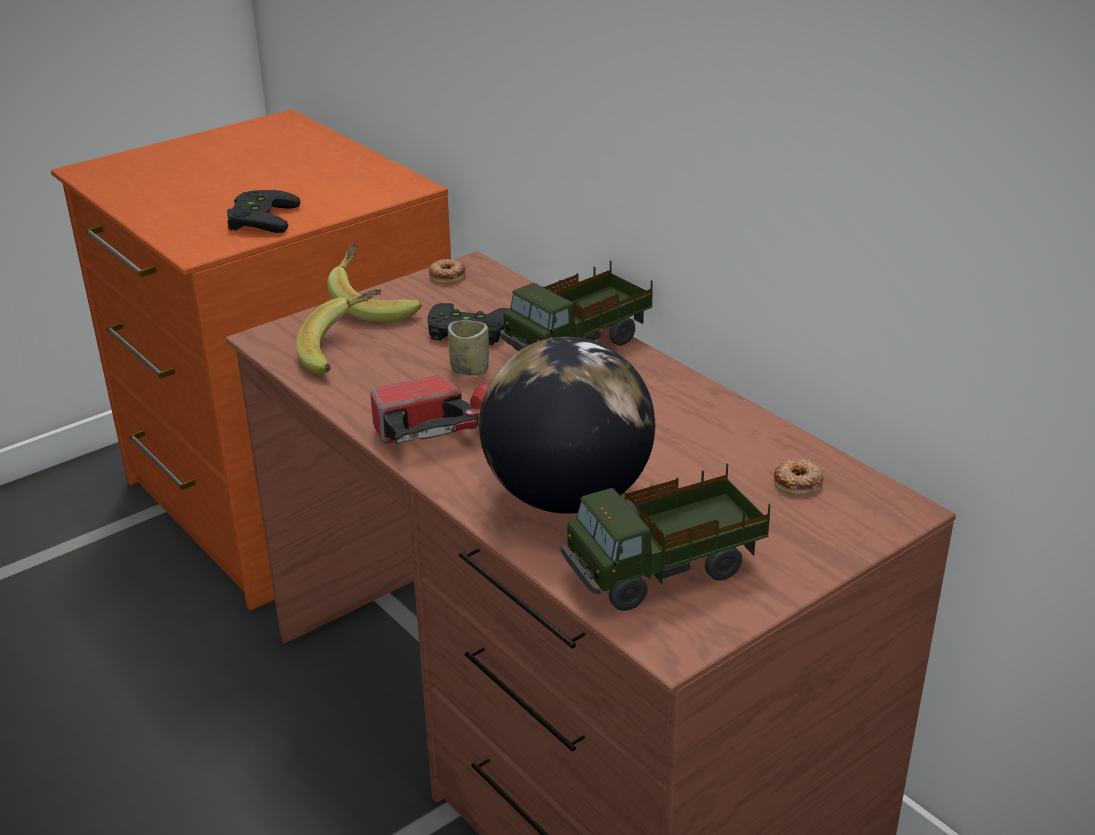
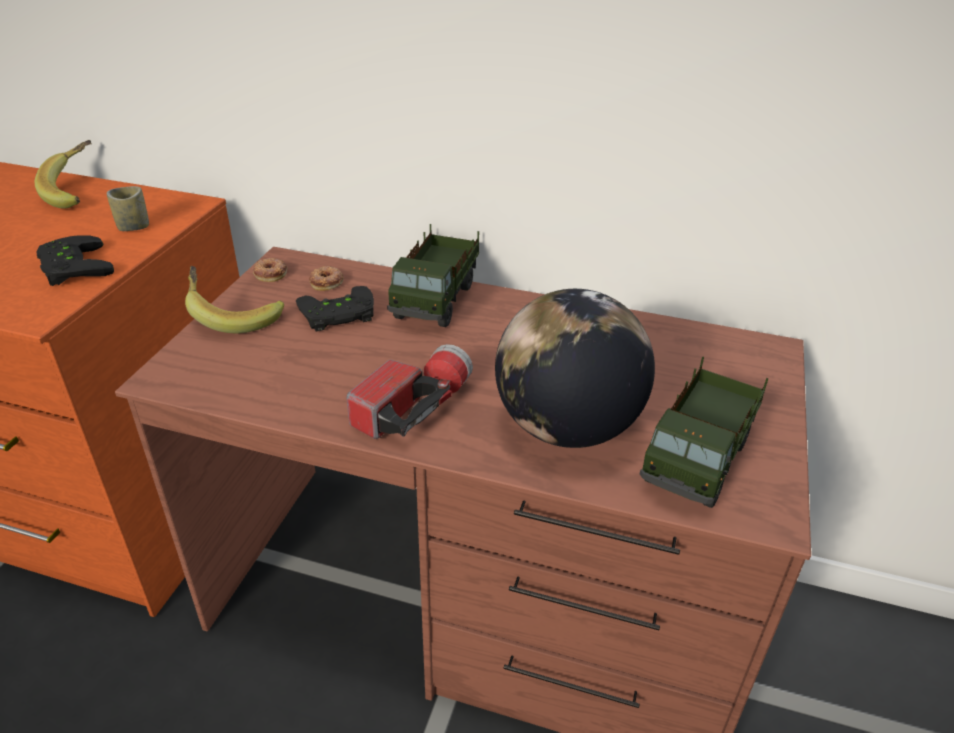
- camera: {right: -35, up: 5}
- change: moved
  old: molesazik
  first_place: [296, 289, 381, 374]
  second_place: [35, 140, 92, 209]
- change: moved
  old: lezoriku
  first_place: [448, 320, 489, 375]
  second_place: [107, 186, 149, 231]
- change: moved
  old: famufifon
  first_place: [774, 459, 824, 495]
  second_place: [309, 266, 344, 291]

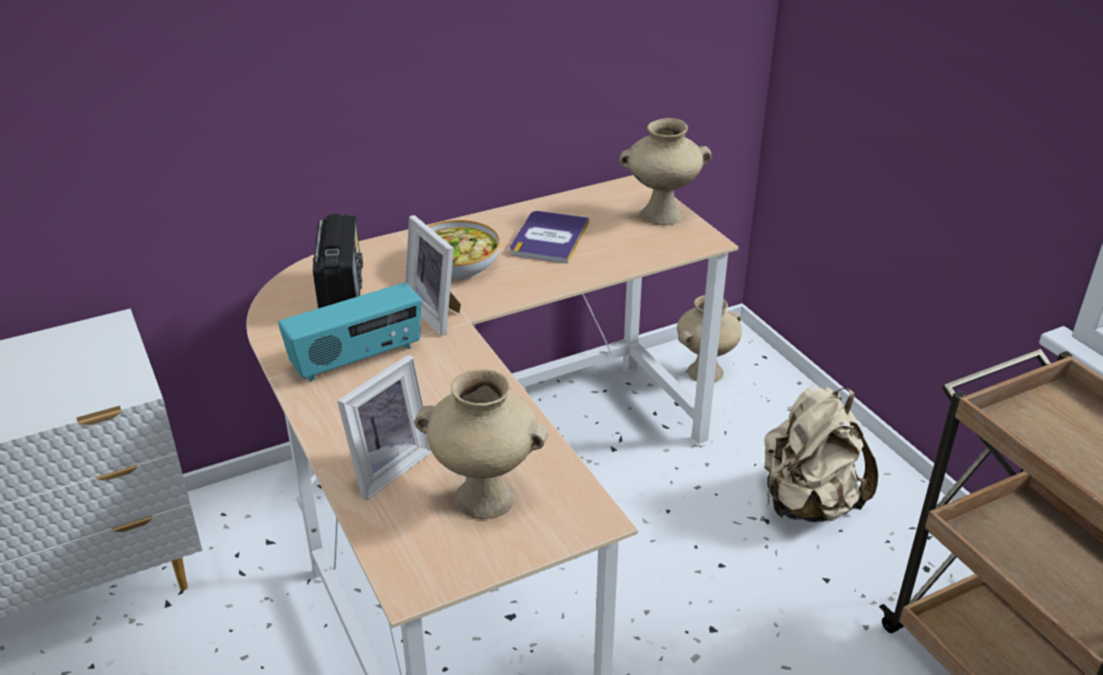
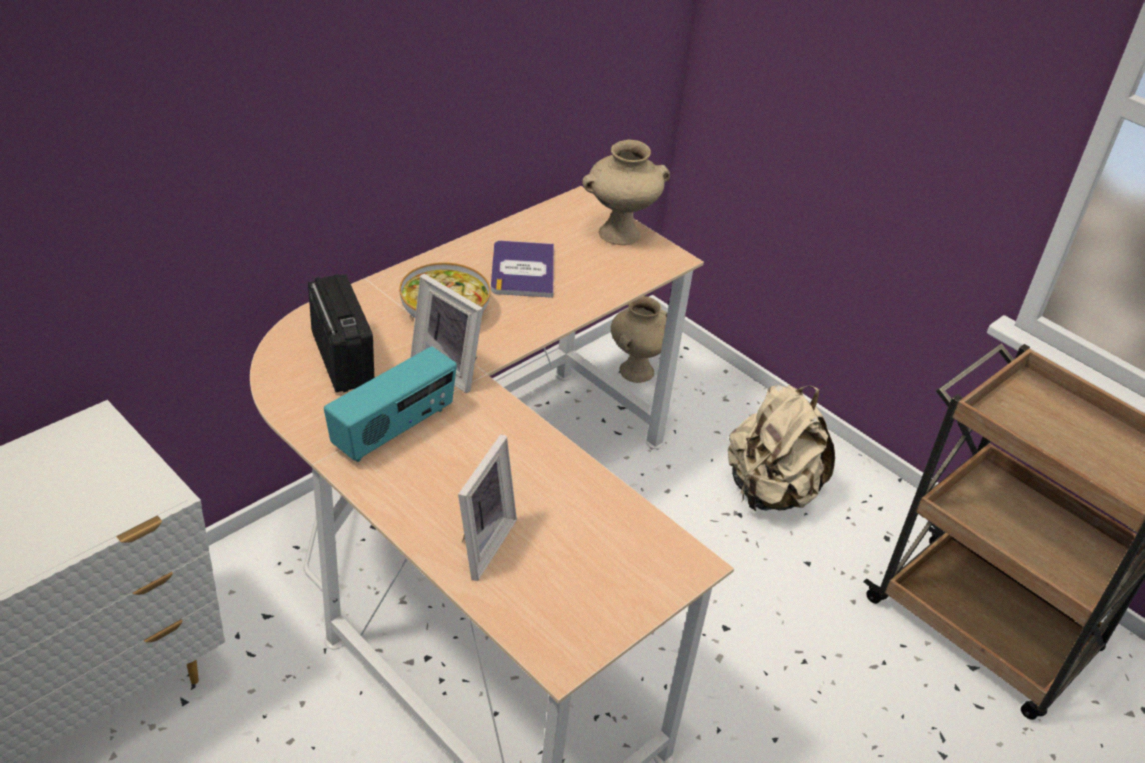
- camera: {right: -20, up: 5}
- change: removed
  old: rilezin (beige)
  first_place: [414, 369, 548, 519]

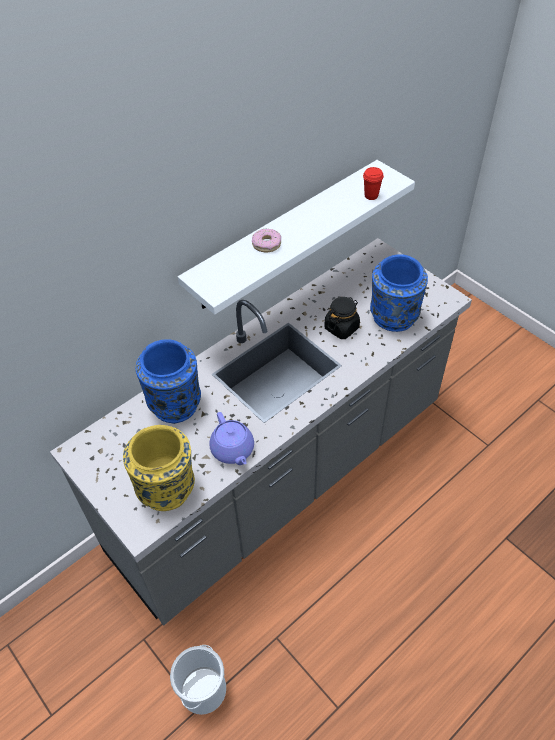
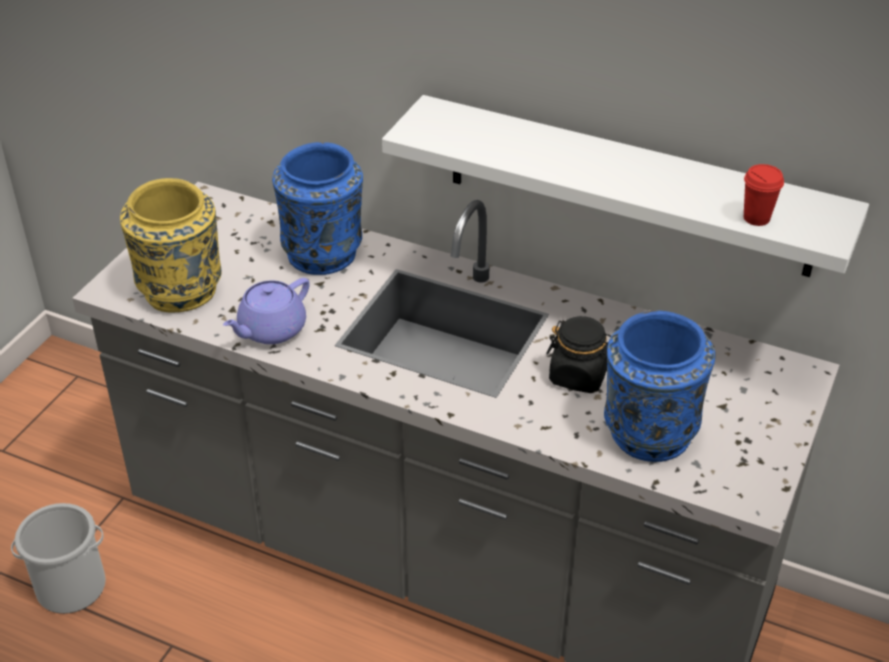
- camera: {right: 65, up: -10}
- change: removed
  old: famufifon
  first_place: [252, 228, 281, 252]

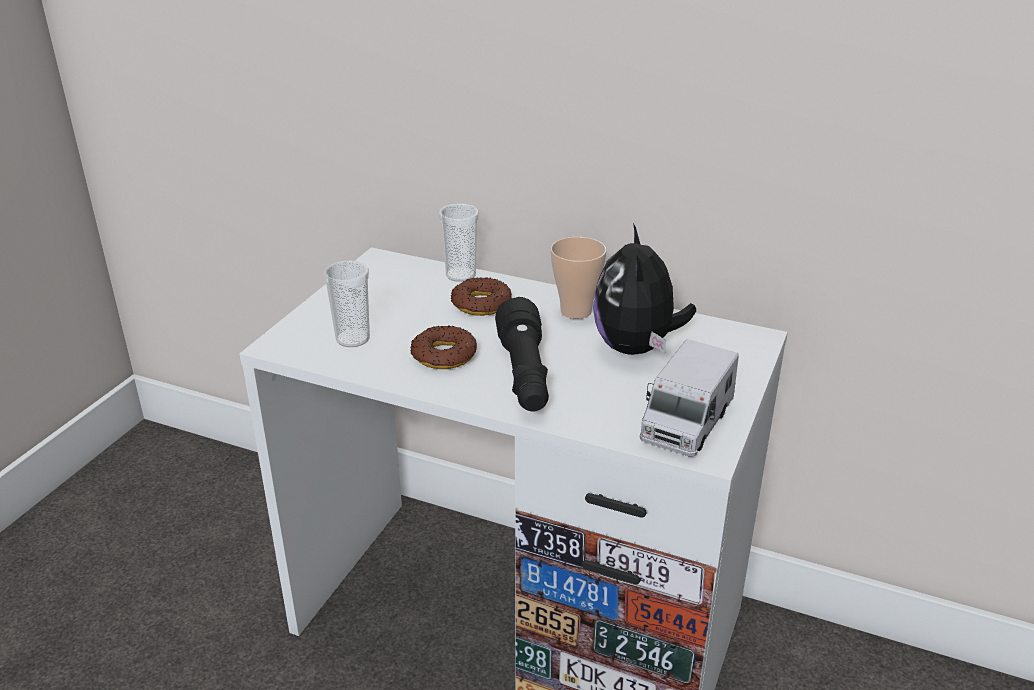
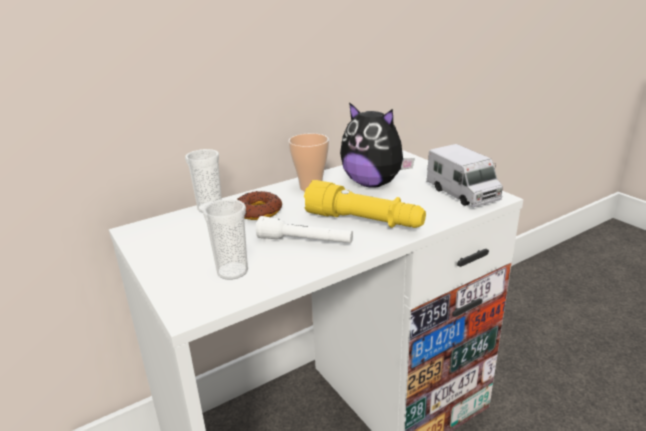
- camera: {right: -55, up: -5}
- change: replaced
  old: famufifon
  new: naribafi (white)
  first_place: [410, 325, 477, 369]
  second_place: [256, 216, 353, 243]
- change: recoloured
  old: naribafi (black)
  new: naribafi (yellow)
  first_place: [495, 297, 549, 411]
  second_place: [304, 180, 426, 228]

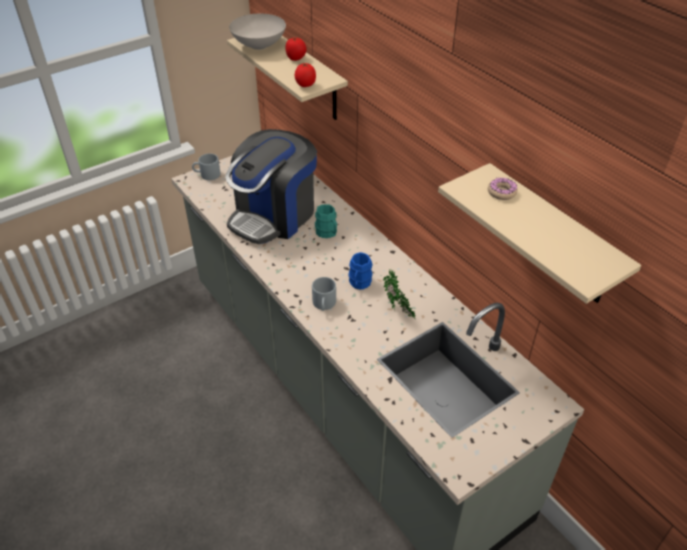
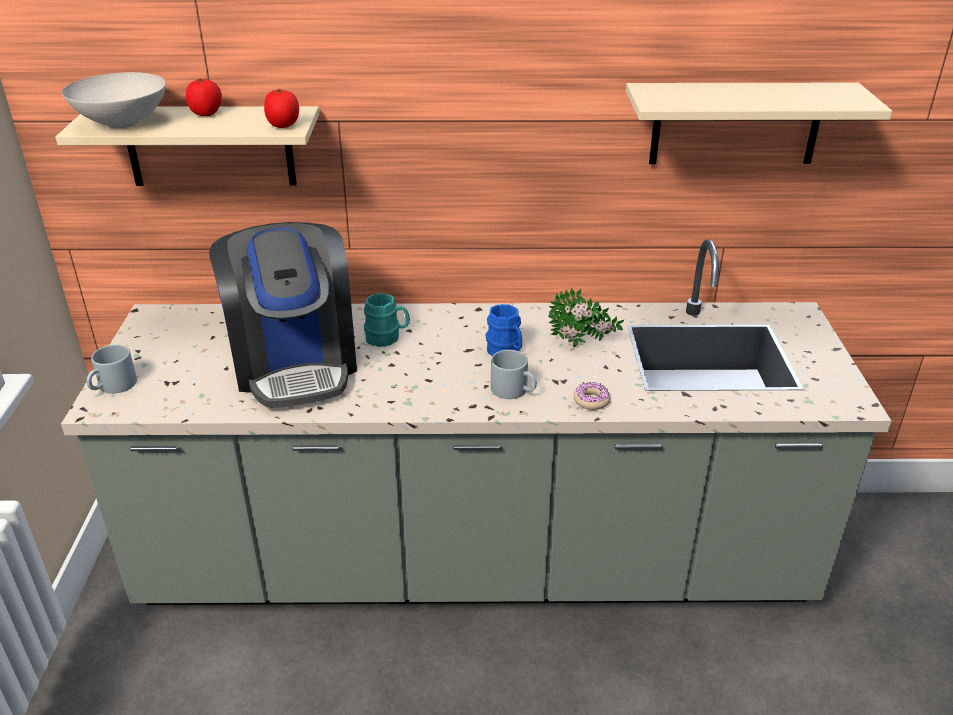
- camera: {right: -55, up: -10}
- change: moved
  old: famufifon
  first_place: [488, 177, 518, 200]
  second_place: [574, 382, 610, 410]

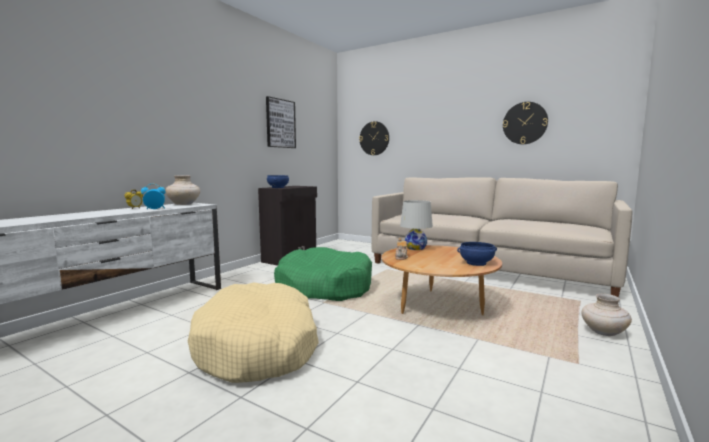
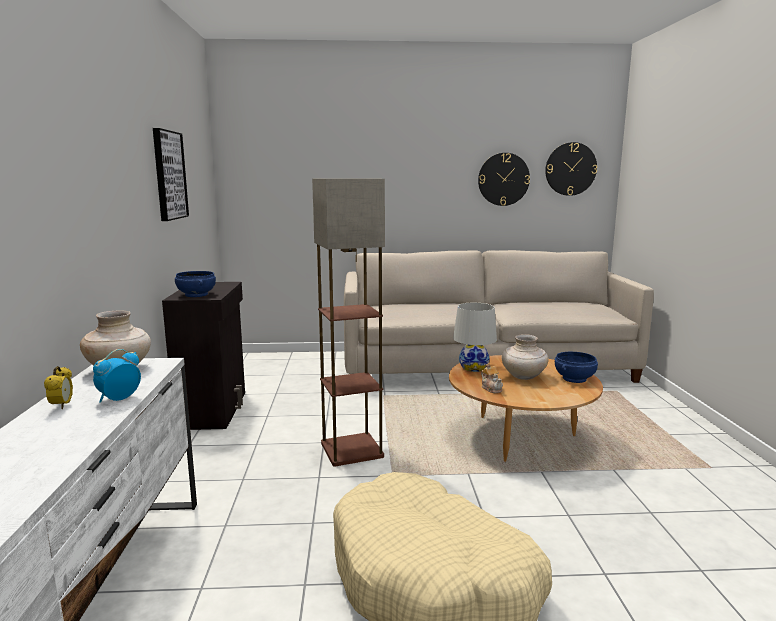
- camera: {right: -35, up: 5}
- change: moved
  old: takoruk
  first_place: [359, 121, 389, 155]
  second_place: [545, 142, 597, 196]
- change: moved
  old: rilezin (beige)
  first_place: [581, 294, 632, 336]
  second_place: [501, 334, 549, 380]
- change: replaced
  old: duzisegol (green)
  new: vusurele
  first_place: [274, 247, 372, 301]
  second_place: [312, 179, 385, 467]

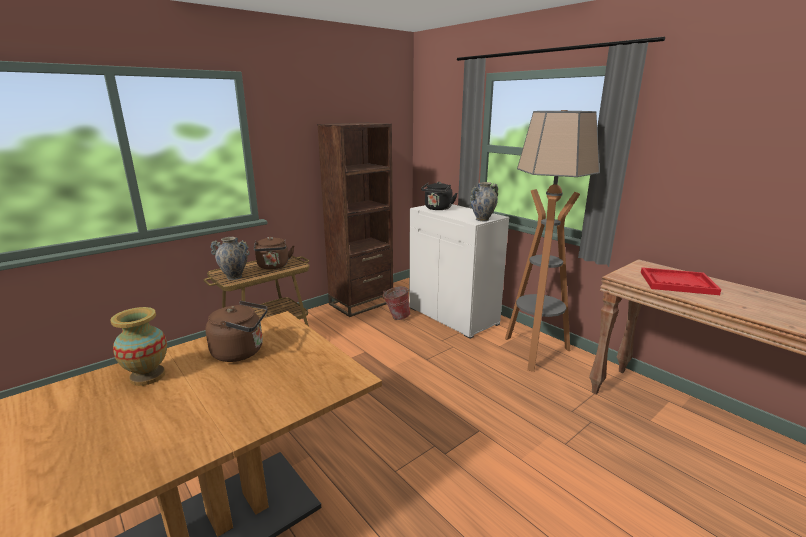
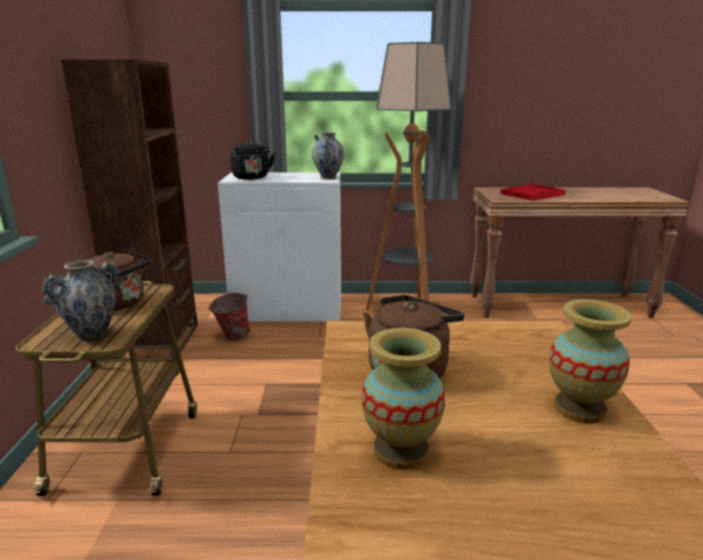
- camera: {right: -50, up: 0}
- change: added
  new: rilezin
  second_place: [549, 299, 632, 424]

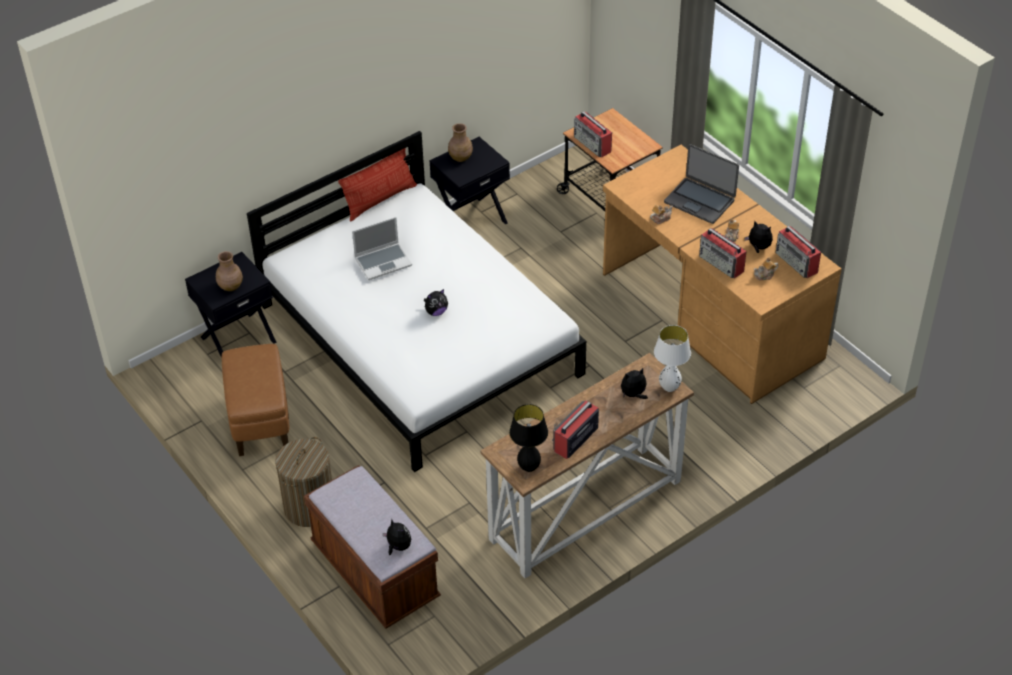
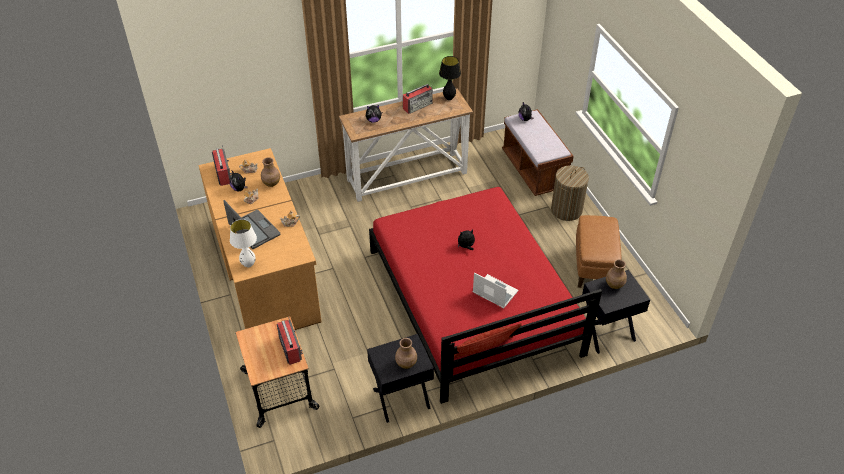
- camera: {right: -165, up: 0}
- change: moved
  old: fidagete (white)
  first_place: [654, 325, 691, 392]
  second_place: [230, 219, 257, 267]
- change: replaced
  old: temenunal
  new: rilezin (brown)
  first_place: [699, 228, 747, 279]
  second_place: [261, 157, 280, 187]
- change: recoloured
  old: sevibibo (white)
  new: sevibibo (red)
  first_place: [247, 131, 586, 472]
  second_place: [369, 187, 602, 404]
- change: turned
  old: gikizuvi
  first_place: [352, 217, 412, 280]
  second_place: [473, 273, 518, 308]
  degrees: 45

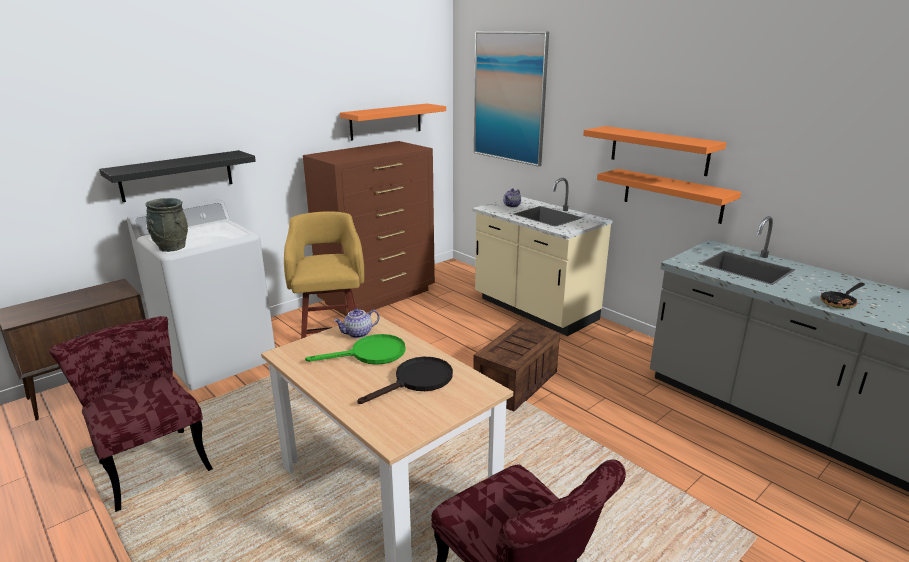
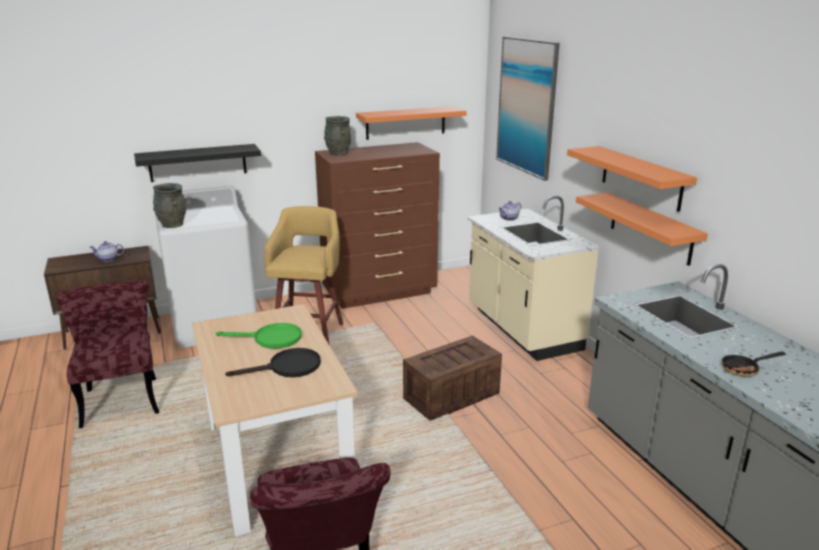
- camera: {right: 20, up: 0}
- change: added
  new: rilezin (grey)
  second_place: [324, 116, 351, 155]
- change: moved
  old: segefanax
  first_place: [334, 309, 380, 338]
  second_place: [90, 241, 124, 262]

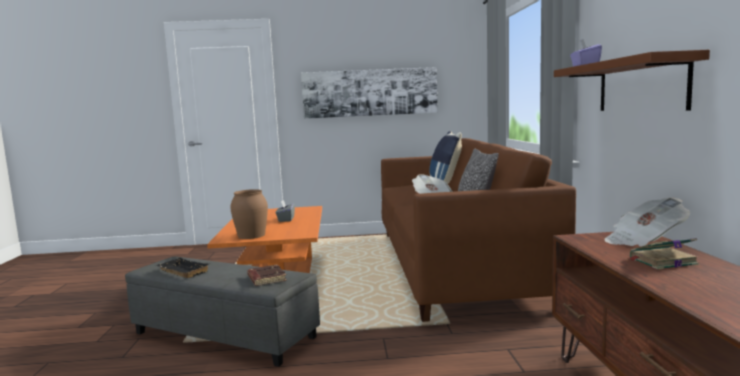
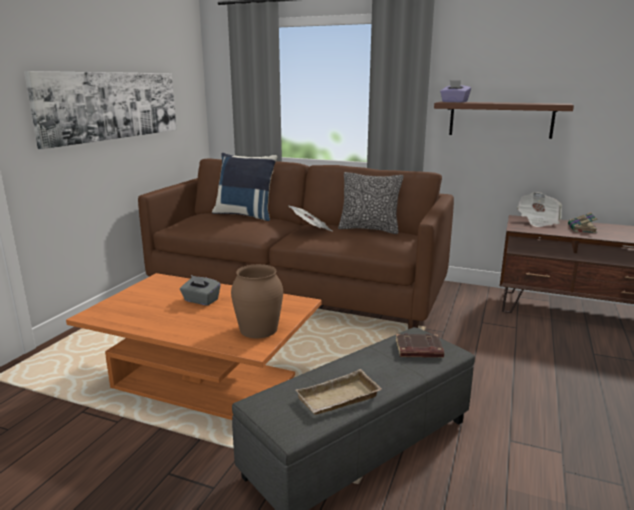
- camera: {right: -65, up: 10}
- change: recoloured
  old: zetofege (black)
  new: zetofege (beige)
  first_place: [155, 258, 210, 278]
  second_place: [295, 369, 382, 415]

